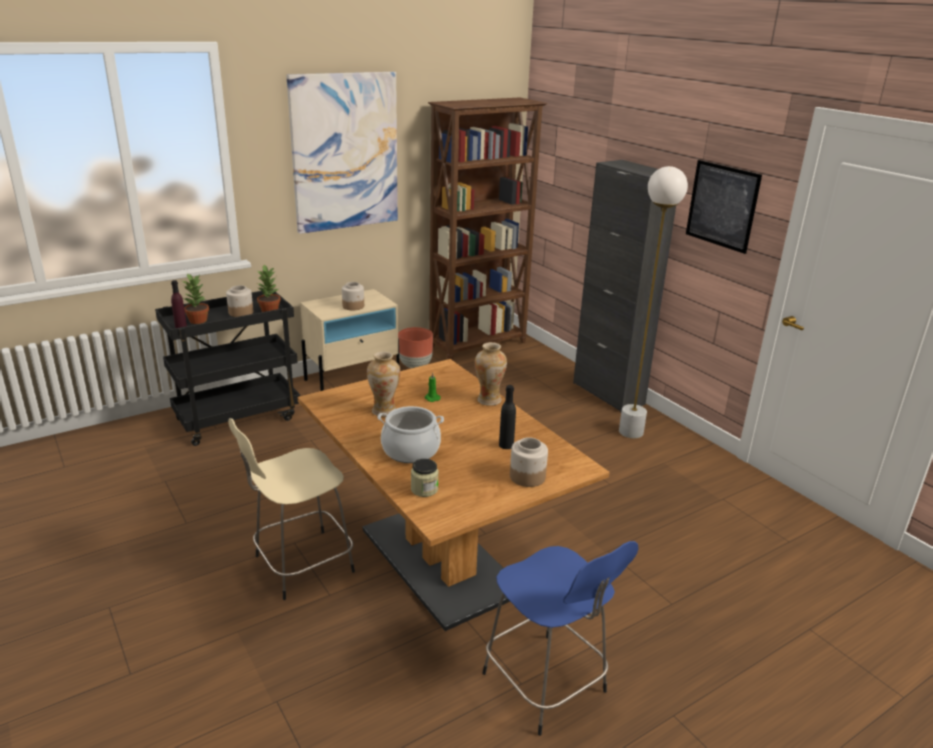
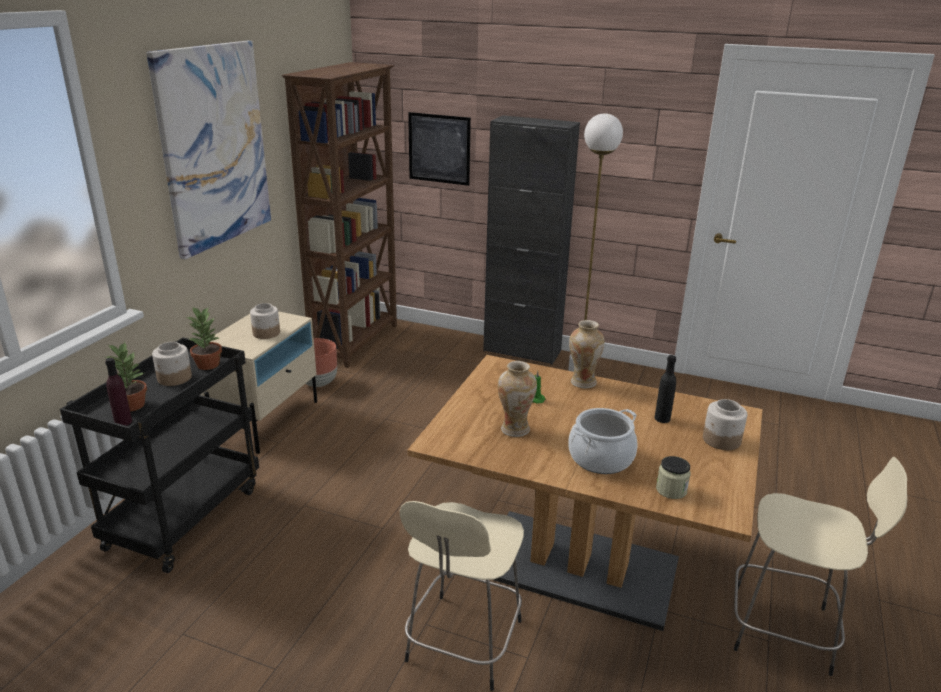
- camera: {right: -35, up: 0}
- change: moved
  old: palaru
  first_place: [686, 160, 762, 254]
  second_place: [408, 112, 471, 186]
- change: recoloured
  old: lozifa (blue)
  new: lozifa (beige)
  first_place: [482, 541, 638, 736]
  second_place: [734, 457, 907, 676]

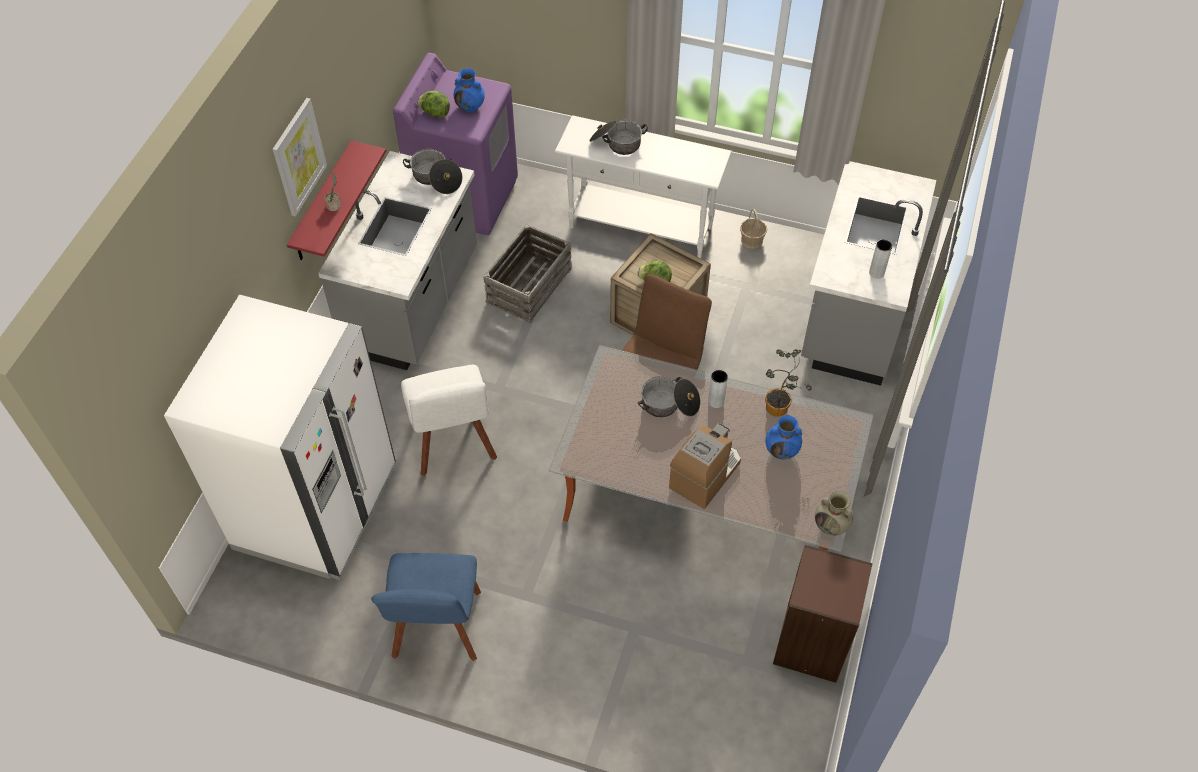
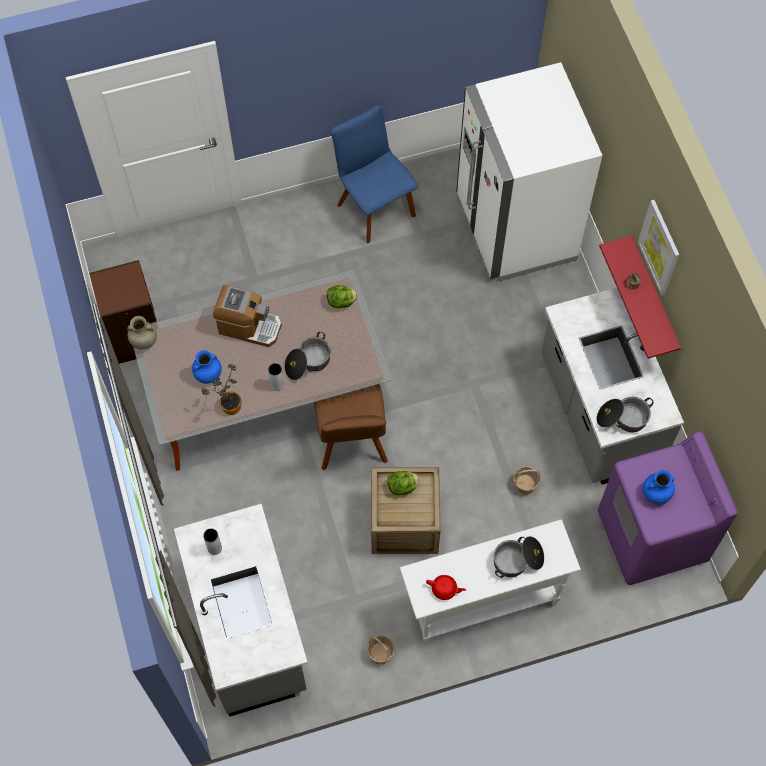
- camera: {right: 145, up: 10}
- change: removed
  old: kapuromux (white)
  first_place: [401, 365, 497, 476]
- change: added
  new: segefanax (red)
  second_place: [426, 575, 466, 600]
- change: moved
  old: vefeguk
  first_place: [417, 91, 450, 118]
  second_place: [327, 285, 358, 308]
- change: replaced
  old: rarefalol
  new: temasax
  first_place: [483, 224, 572, 323]
  second_place: [513, 466, 540, 495]
- change: turned
  old: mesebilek
  first_place: [669, 423, 741, 509]
  second_place: [213, 285, 282, 347]
  degrees: -75

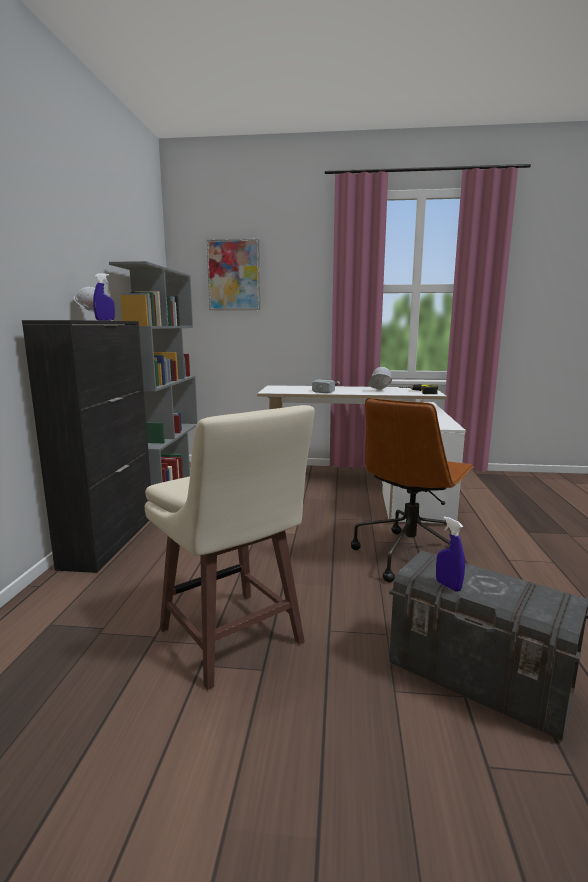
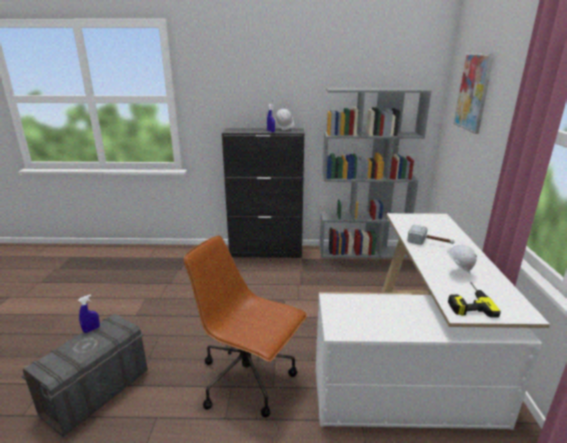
- camera: {right: 85, up: 10}
- change: removed
  old: lozifa (beige)
  first_place: [145, 405, 315, 690]

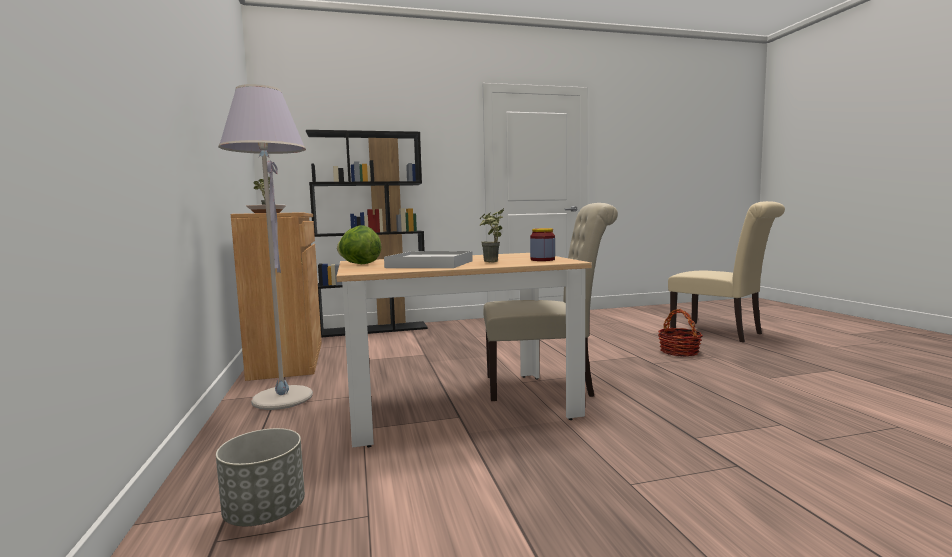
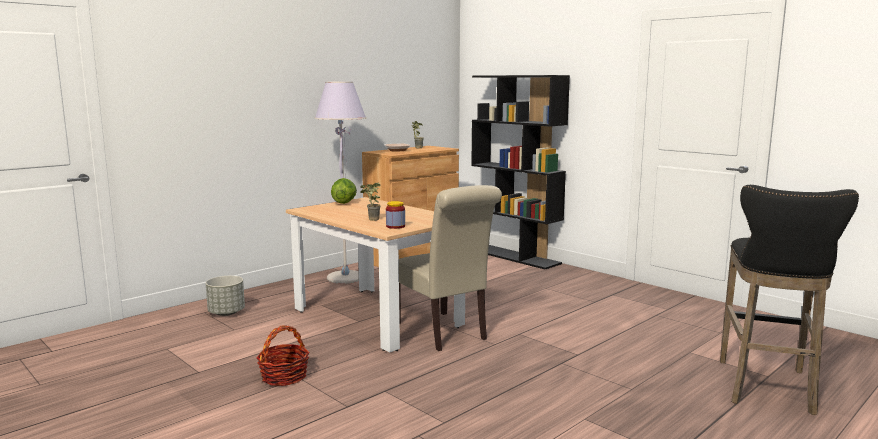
- camera: {right: 60, up: 5}
- change: removed
  old: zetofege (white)
  first_place: [384, 251, 473, 268]
- change: moved
  old: temasax
  first_place: [658, 309, 703, 357]
  second_place: [256, 325, 310, 386]
- change: replaced
  old: kapuromux (beige)
  new: lozifa (black)
  first_place: [668, 201, 785, 342]
  second_place: [720, 185, 859, 415]

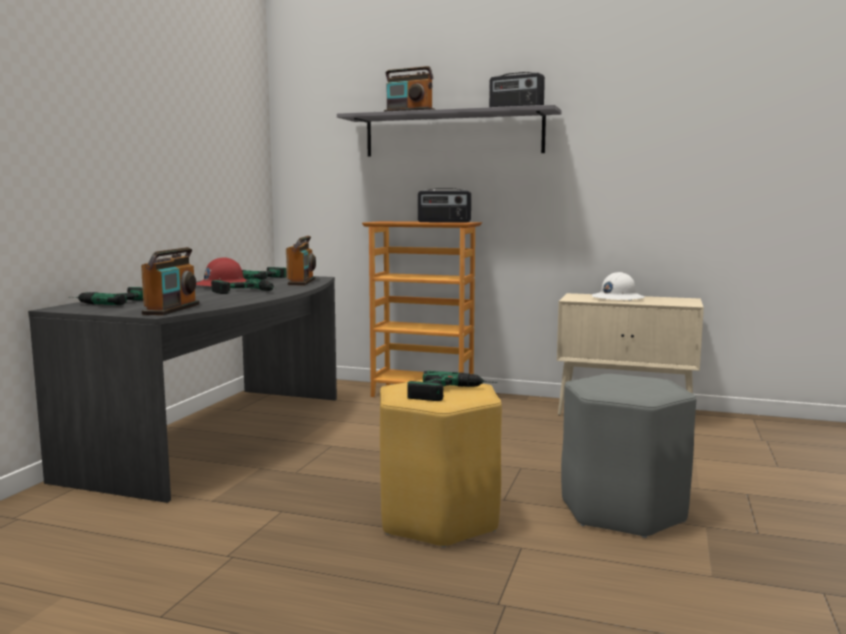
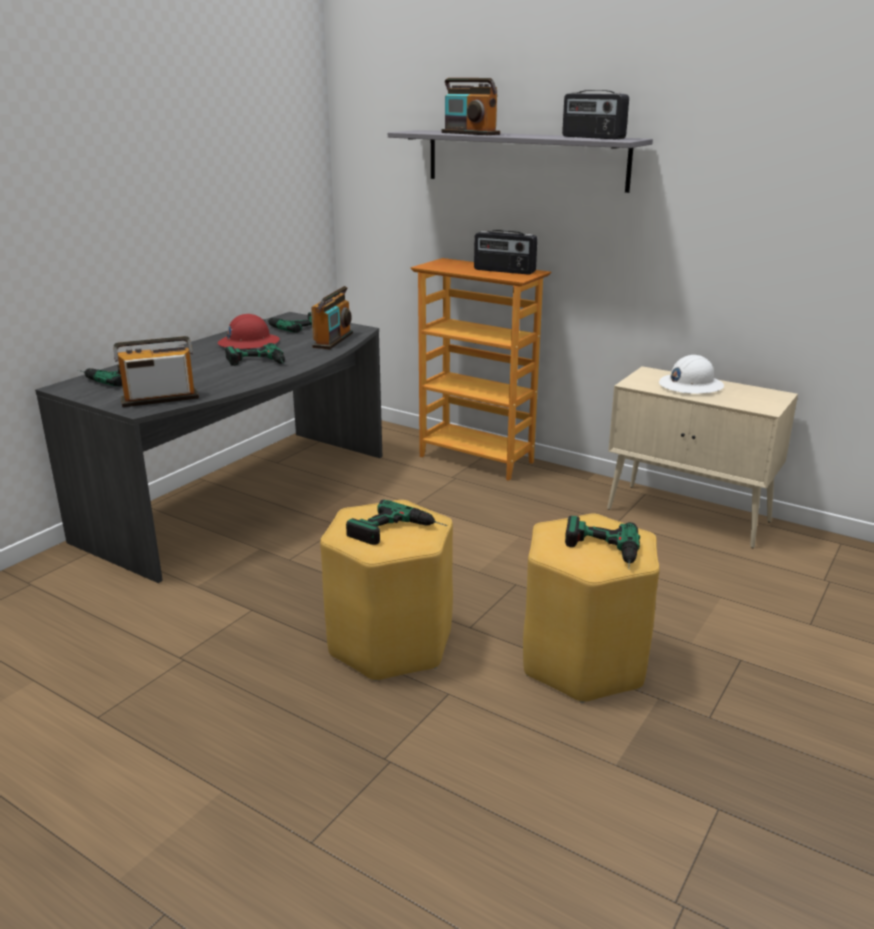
- camera: {right: 15, up: 15}
- change: added
  new: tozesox
  second_place: [565, 516, 640, 570]
- change: recoloured
  old: lozifa (grey)
  new: lozifa (yellow)
  first_place: [561, 374, 696, 538]
  second_place: [523, 514, 660, 703]
- change: turned
  old: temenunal
  first_place: [141, 247, 199, 315]
  second_place: [113, 336, 199, 407]
  degrees: -135

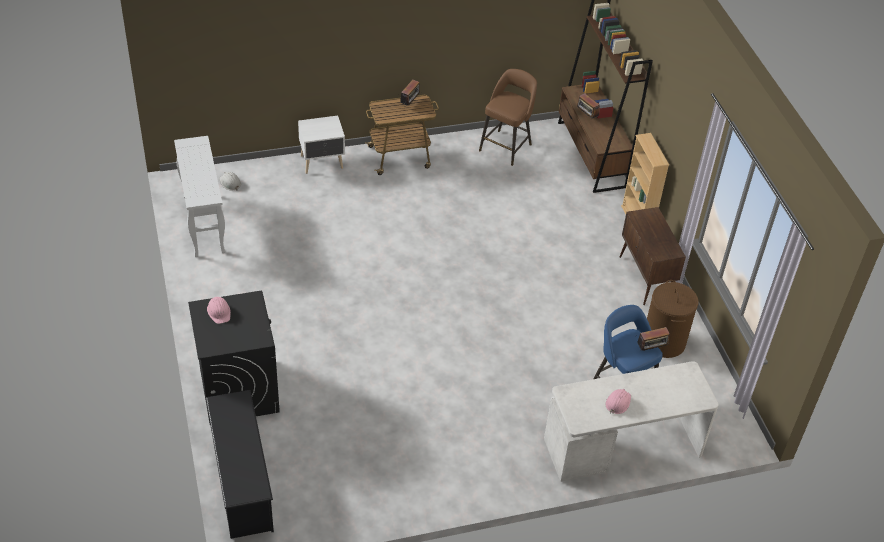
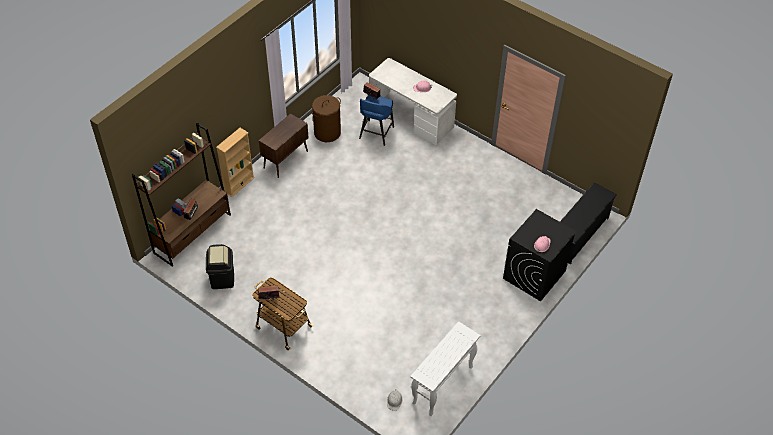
- camera: {right: -125, up: 5}
- change: removed
  old: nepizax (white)
  first_place: [298, 116, 345, 174]
- change: replaced
  old: lozifa (brown)
  new: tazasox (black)
  first_place: [479, 69, 537, 166]
  second_place: [206, 244, 234, 289]

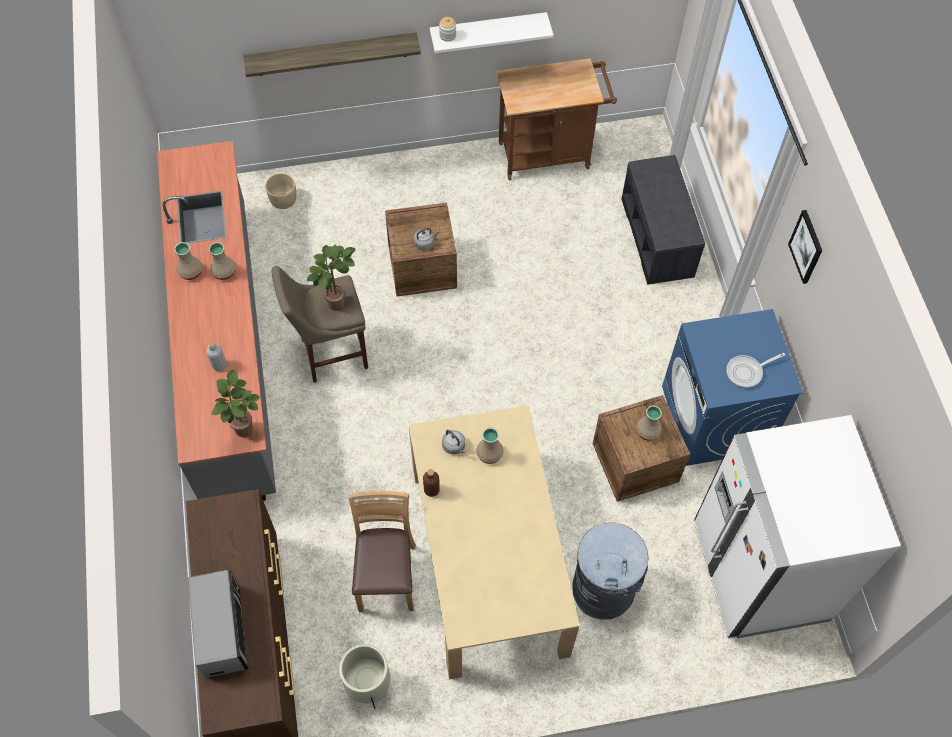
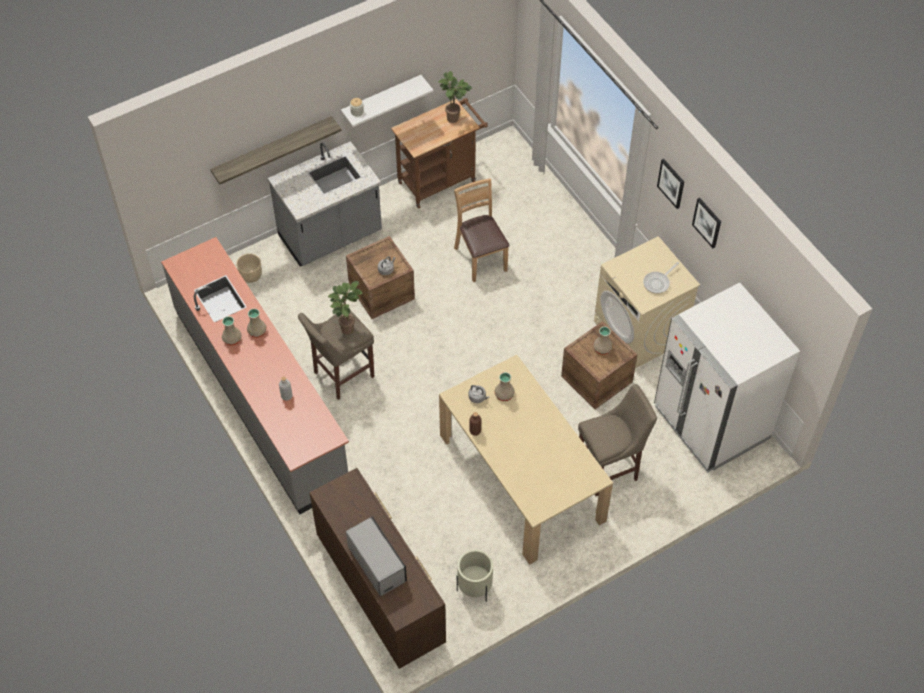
- camera: {right: -20, up: -5}
- change: removed
  old: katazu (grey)
  first_place: [622, 155, 705, 285]
- change: added
  new: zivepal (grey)
  second_place: [268, 141, 382, 266]
- change: added
  new: palaru
  second_place: [692, 198, 721, 248]
- change: moved
  old: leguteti
  first_place: [212, 369, 260, 437]
  second_place: [438, 71, 472, 123]
- change: moved
  old: kapuromux (brown)
  first_place: [348, 491, 416, 612]
  second_place: [454, 178, 510, 282]
- change: replaced
  old: tazasox (grey)
  new: lozifa (beige)
  first_place: [573, 523, 649, 620]
  second_place: [578, 384, 657, 496]
- change: recoloured
  old: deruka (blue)
  new: deruka (beige)
  first_place: [662, 309, 803, 466]
  second_place: [594, 236, 700, 368]

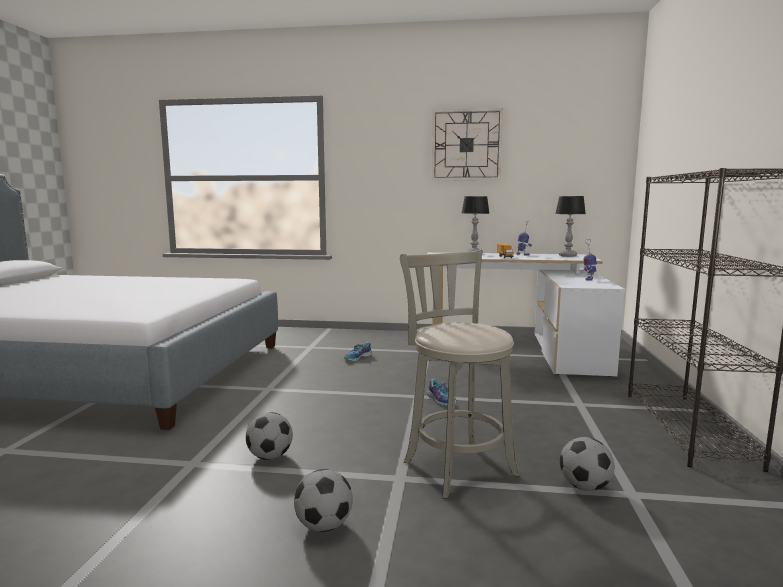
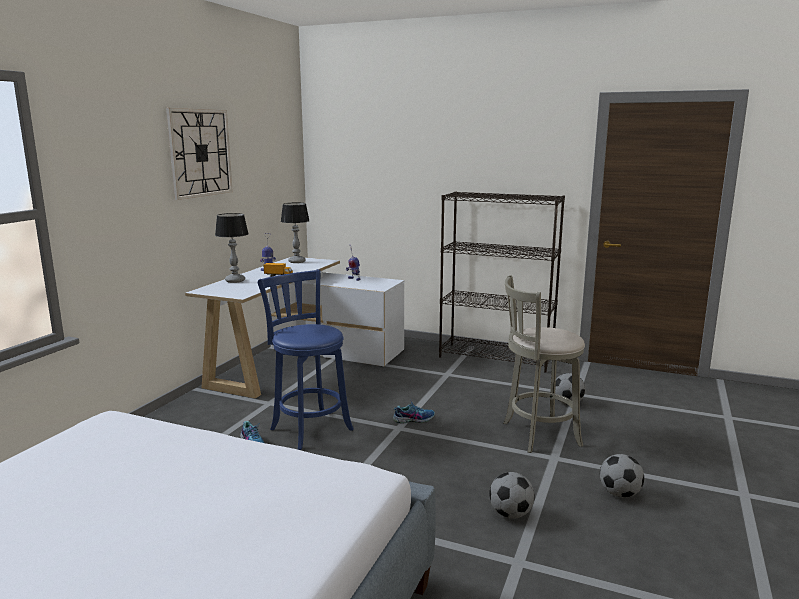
- camera: {right: -75, up: 5}
- change: added
  new: lozifa (blue)
  second_place: [258, 269, 354, 450]

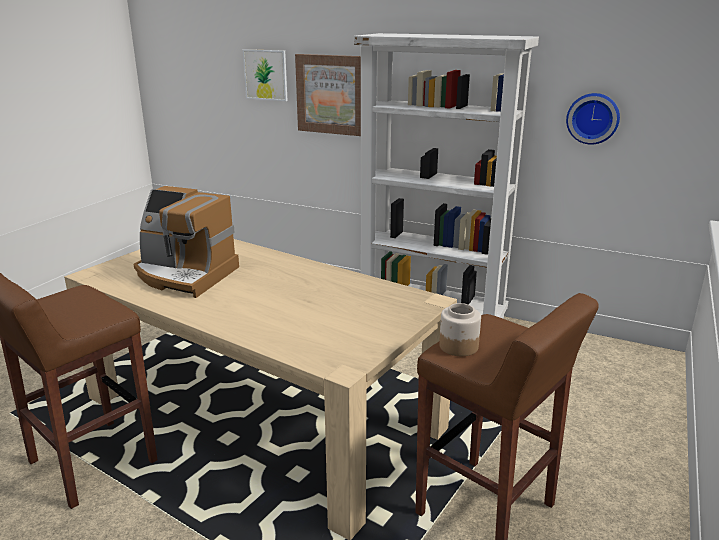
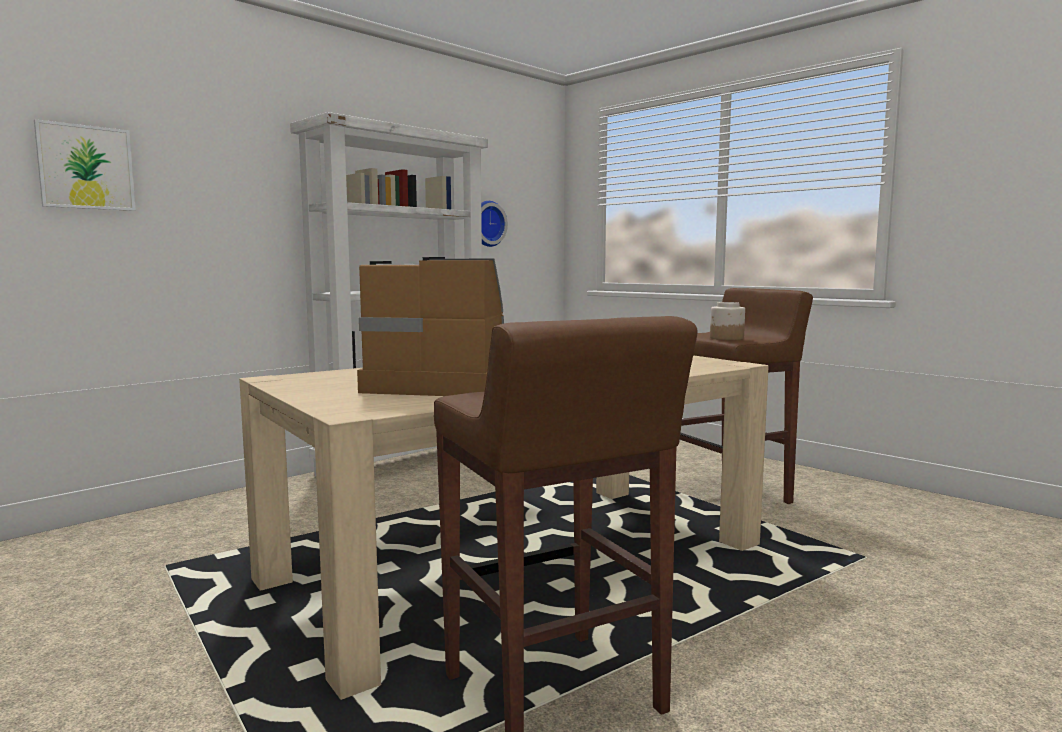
- camera: {right: -70, up: -15}
- change: removed
  old: palaru
  first_place: [295, 54, 361, 136]
- change: turned
  old: mesebilek
  first_place: [133, 186, 239, 298]
  second_place: [357, 259, 504, 396]
  degrees: -120

